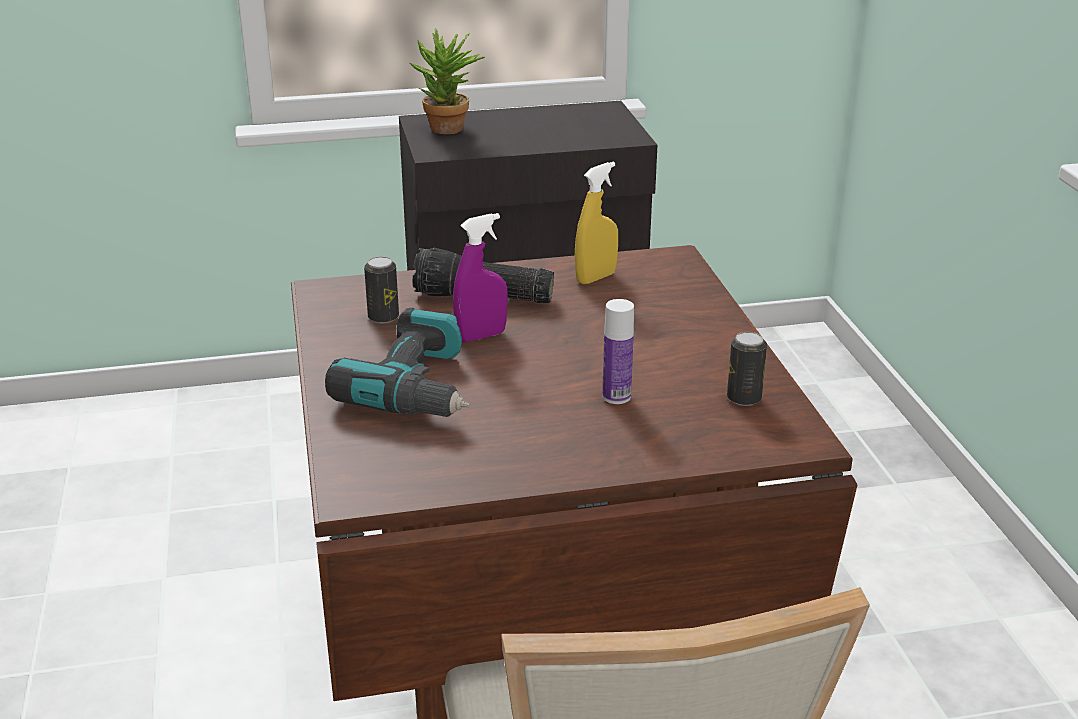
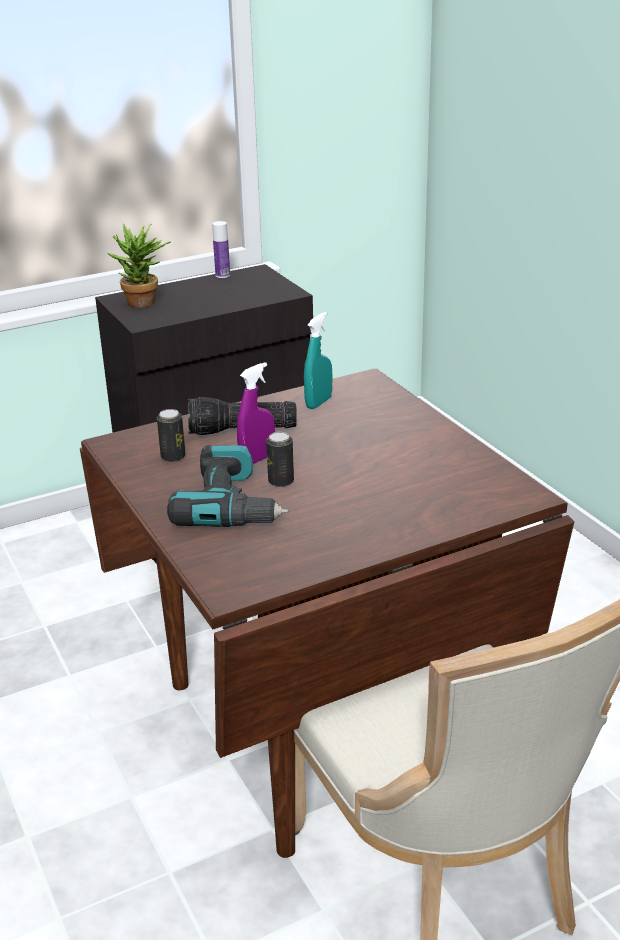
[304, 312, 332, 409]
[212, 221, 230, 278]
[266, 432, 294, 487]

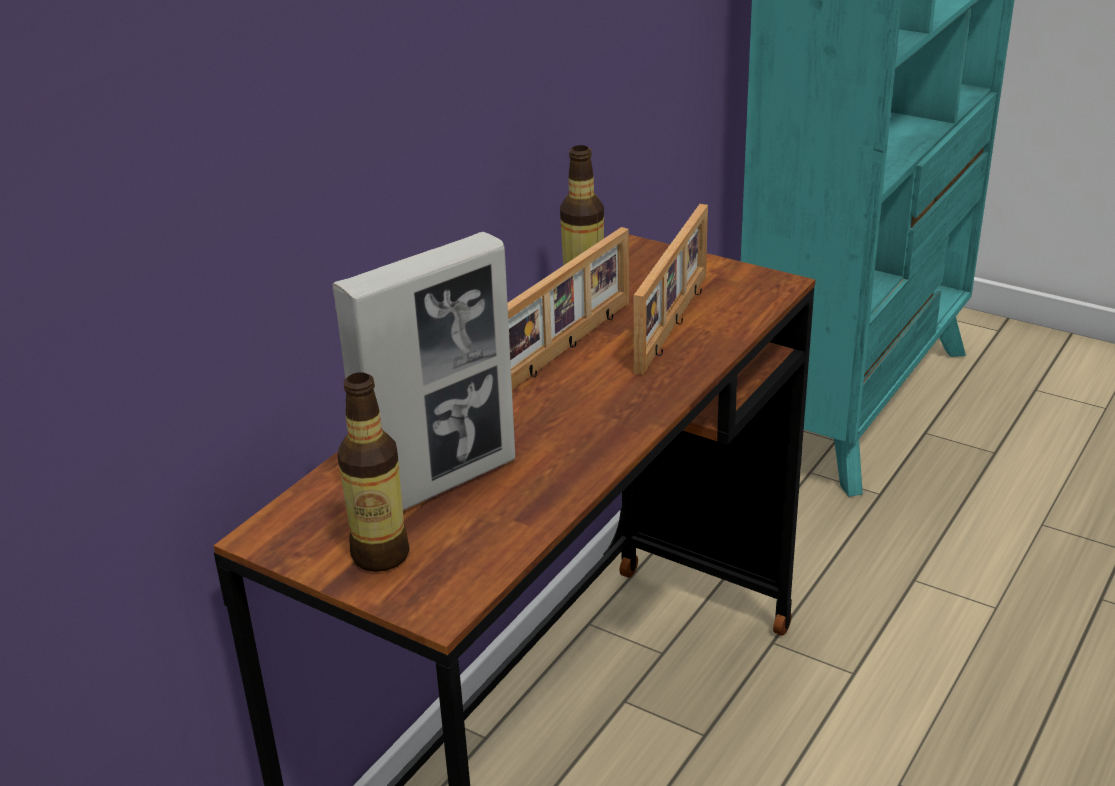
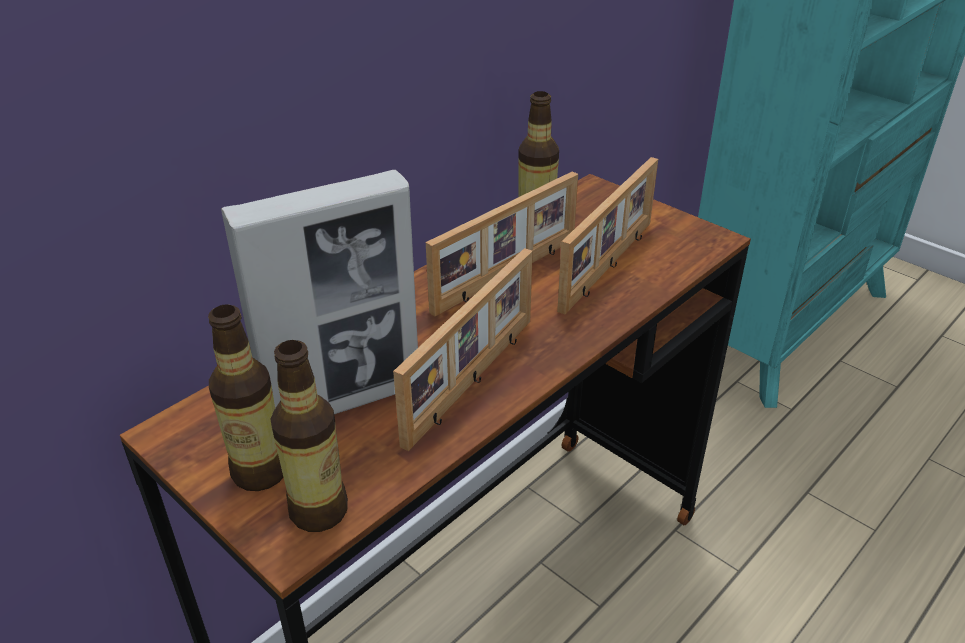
[393, 248, 533, 451]
[270, 340, 348, 532]

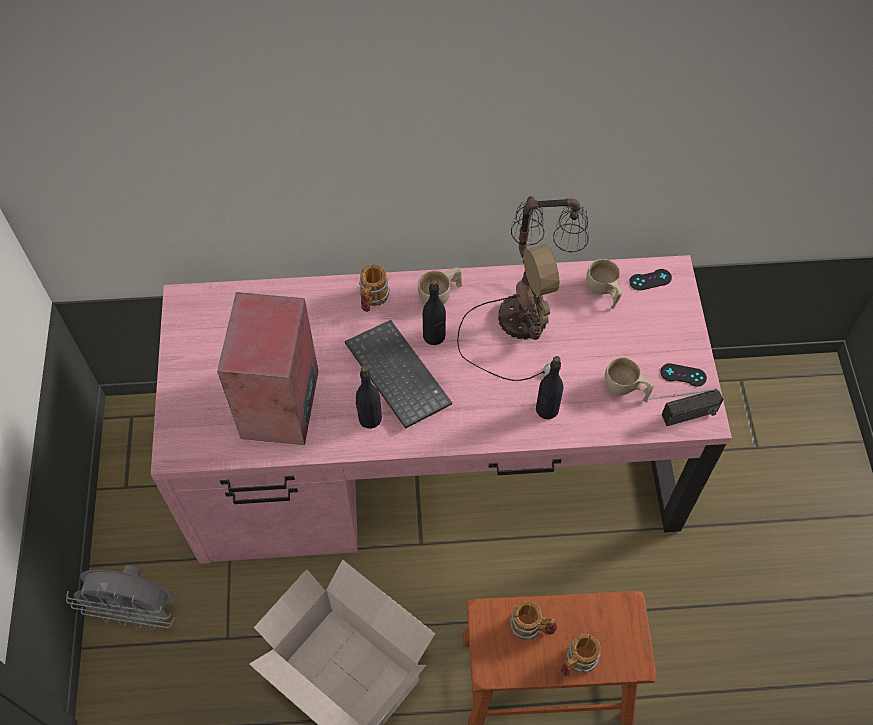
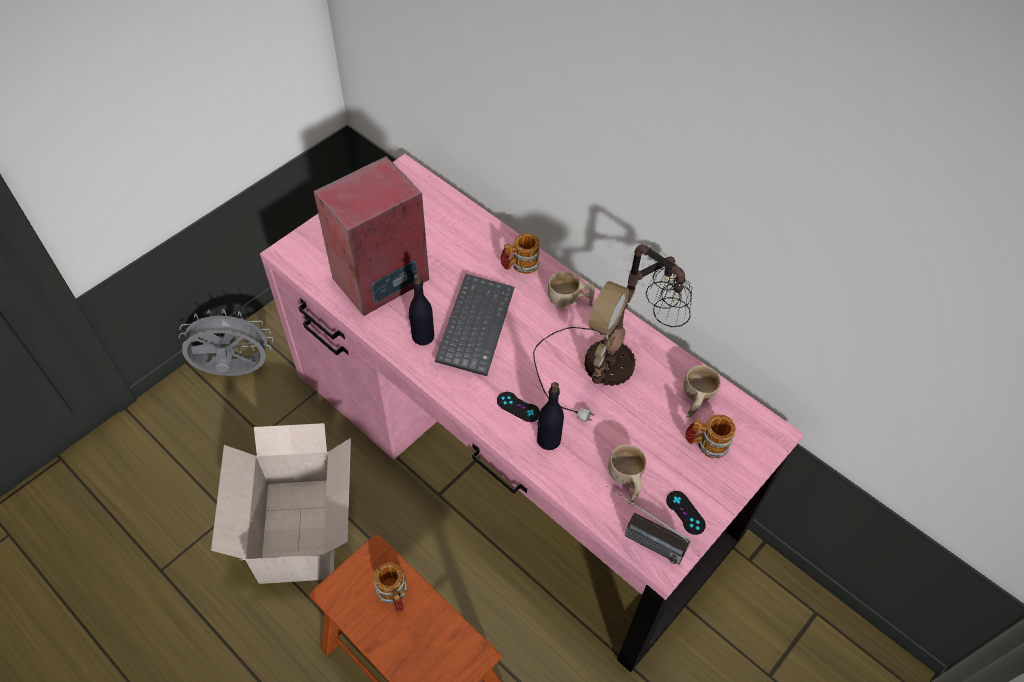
[497, 392, 540, 422]
[423, 279, 446, 345] (first image)
[178, 309, 273, 376]
[685, 415, 736, 459]

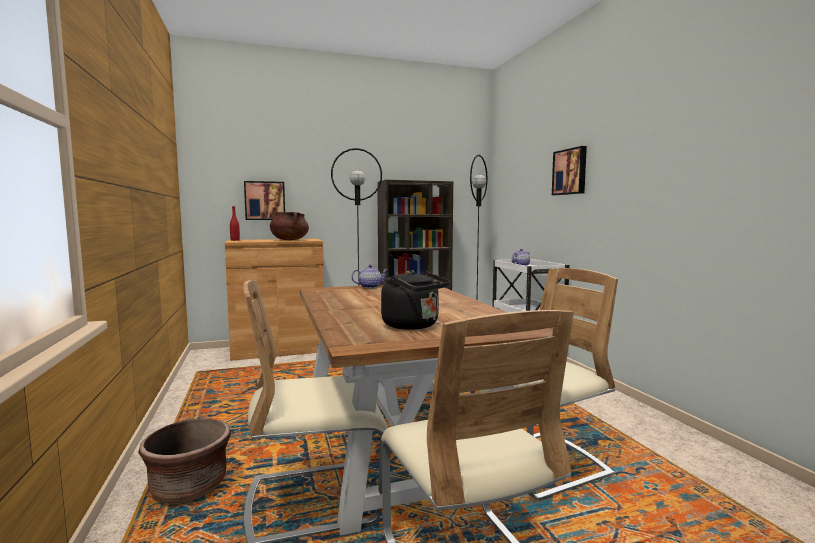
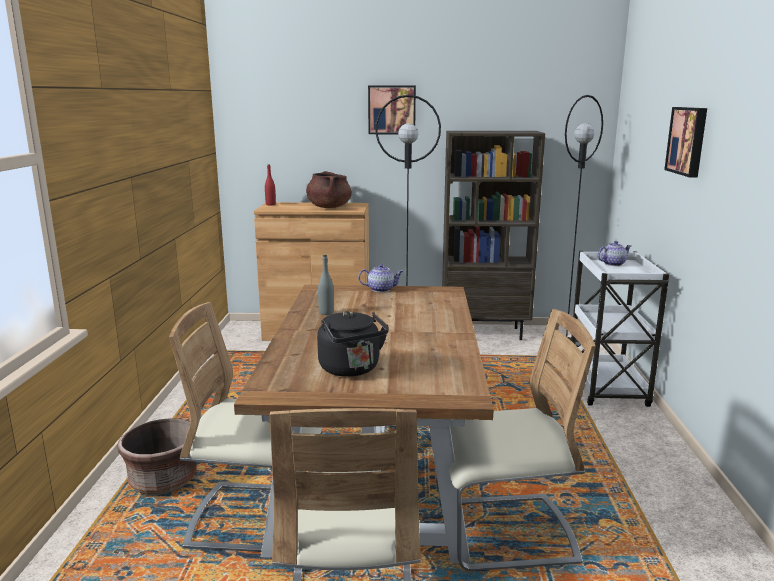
[368, 86, 416, 134]
[318, 255, 334, 315]

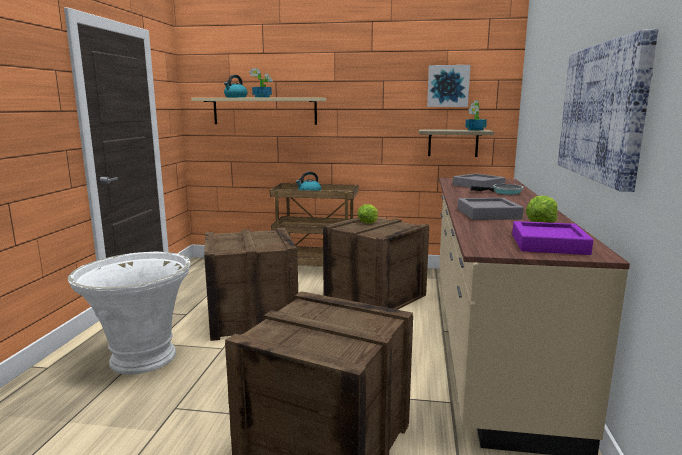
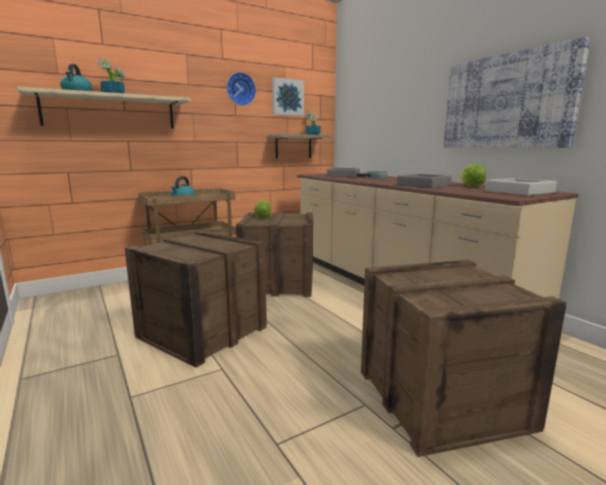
[485, 178, 557, 196]
[68, 252, 190, 375] (first image)
[227, 72, 256, 106]

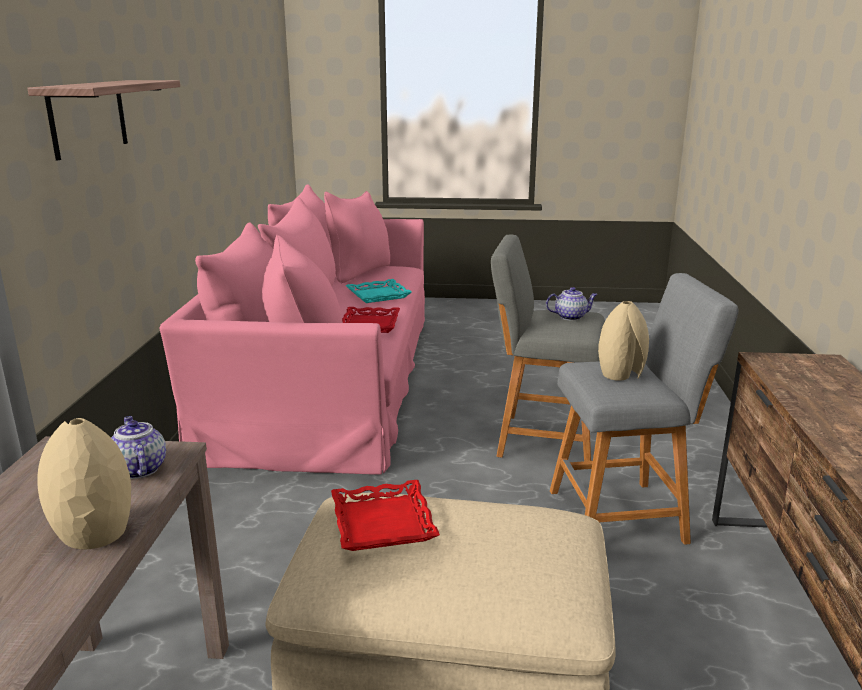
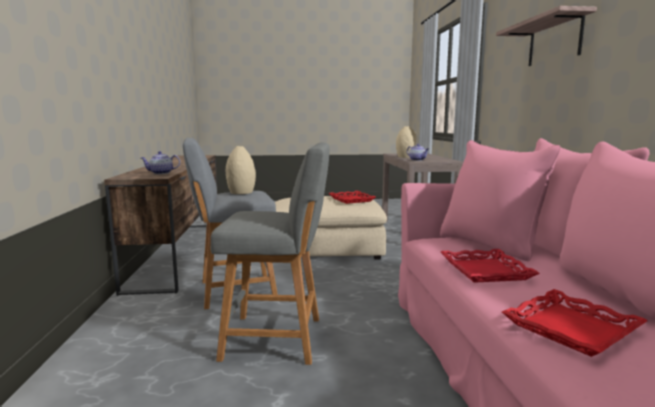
[502, 289, 648, 357]
[141, 151, 180, 174]

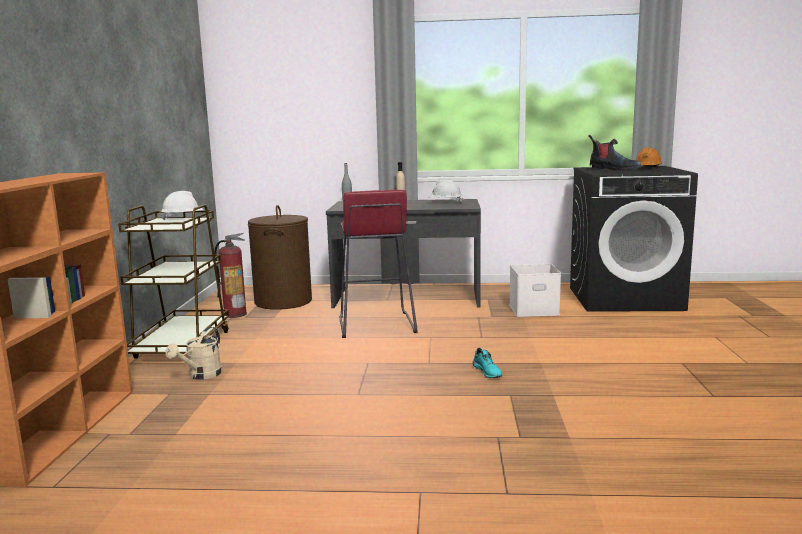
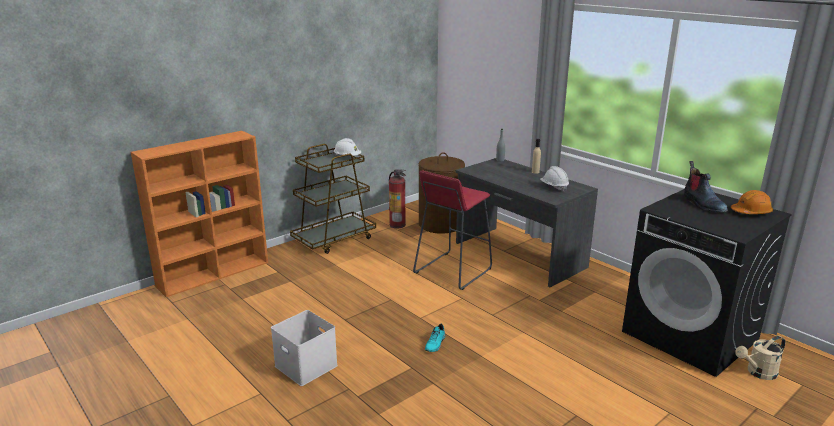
[271, 310, 338, 386]
[735, 336, 785, 380]

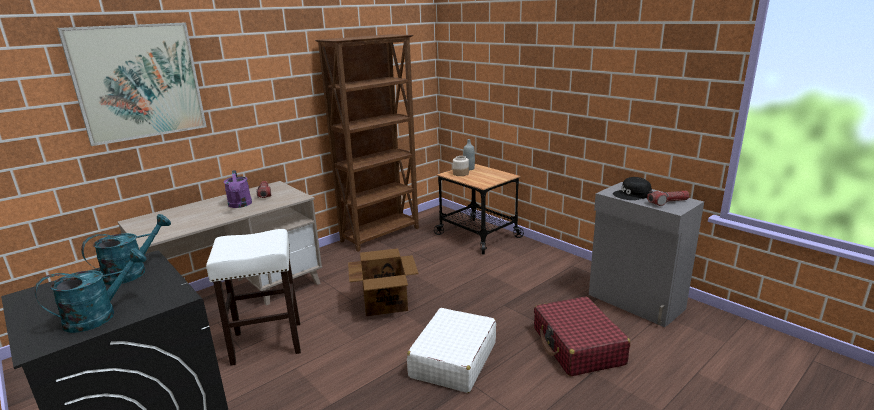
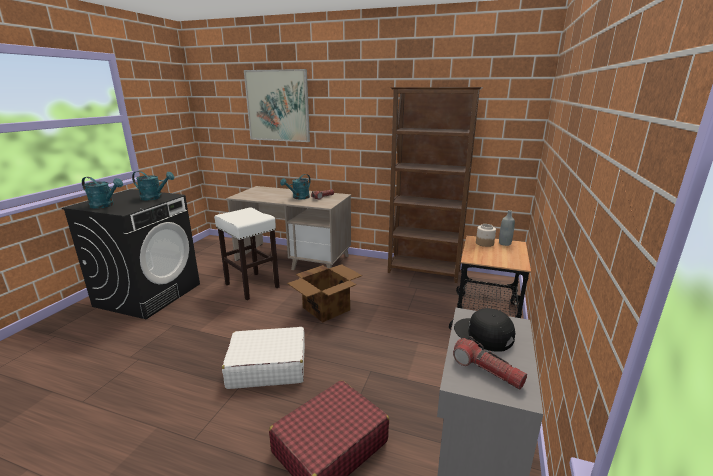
[280, 174, 311, 199]

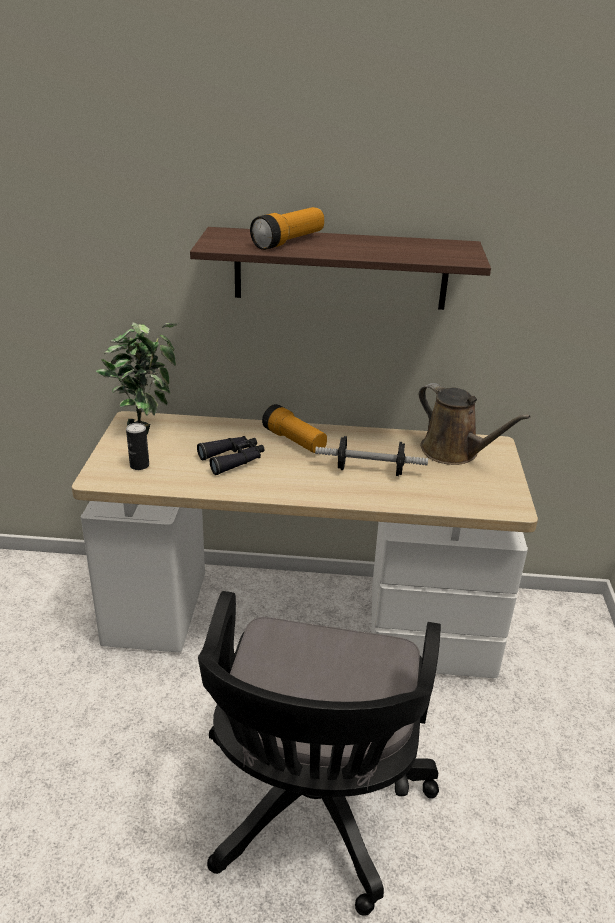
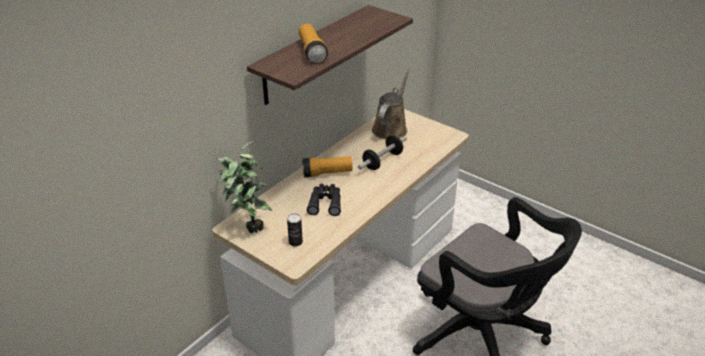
[372, 68, 410, 140]

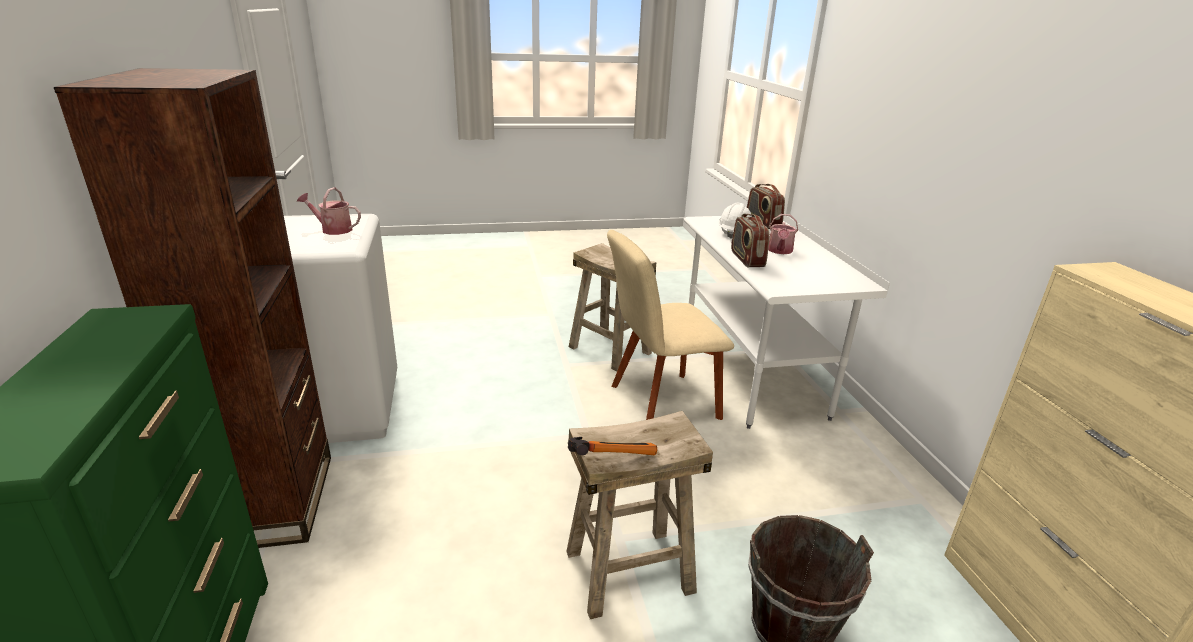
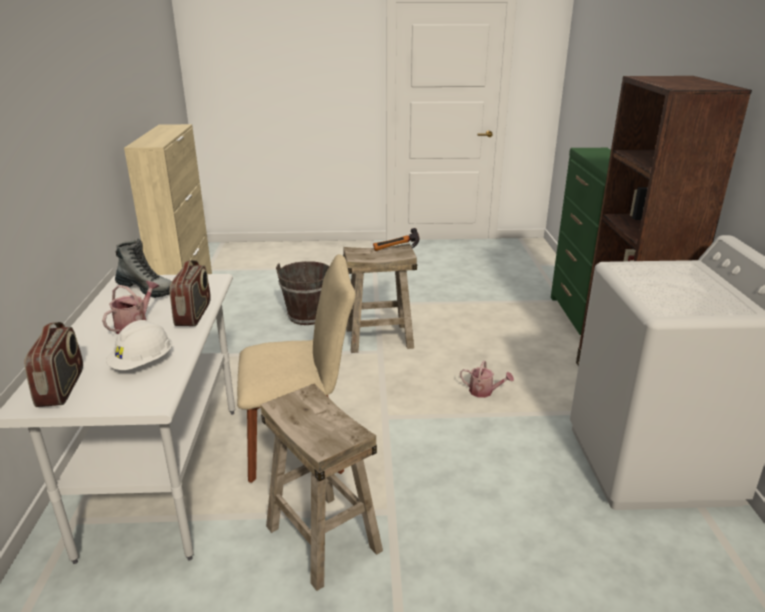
[460, 360, 514, 398]
[115, 239, 172, 298]

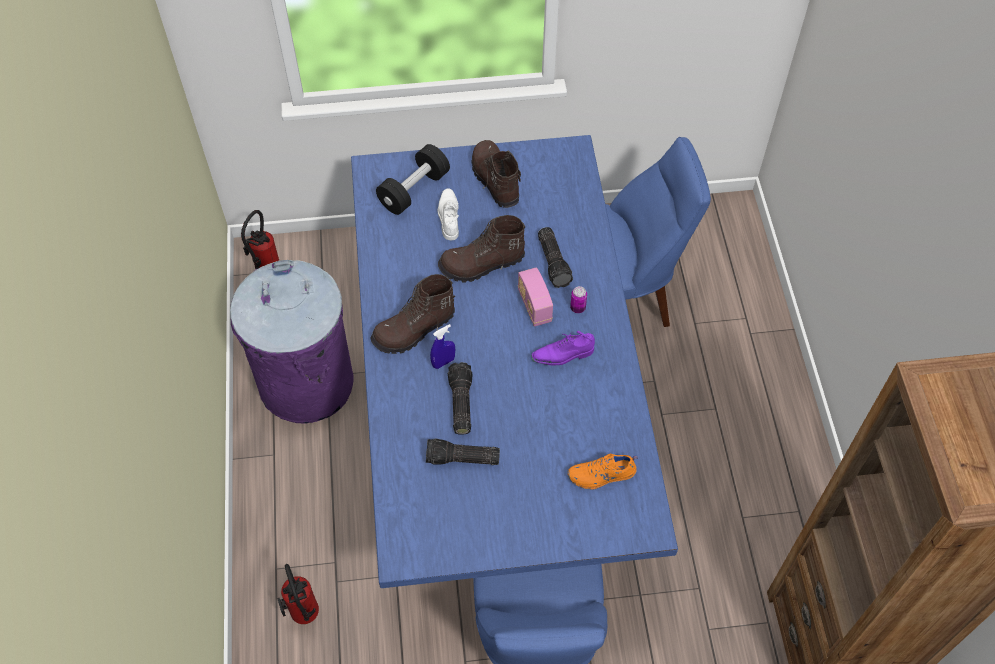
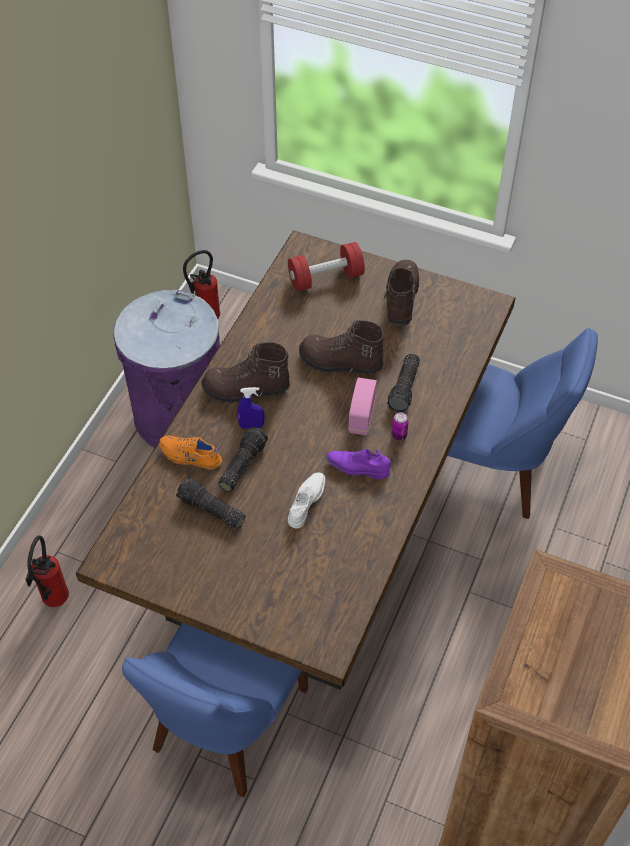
[76, 230, 515, 690]
[288, 242, 365, 292]
[288, 472, 325, 528]
[160, 435, 222, 470]

